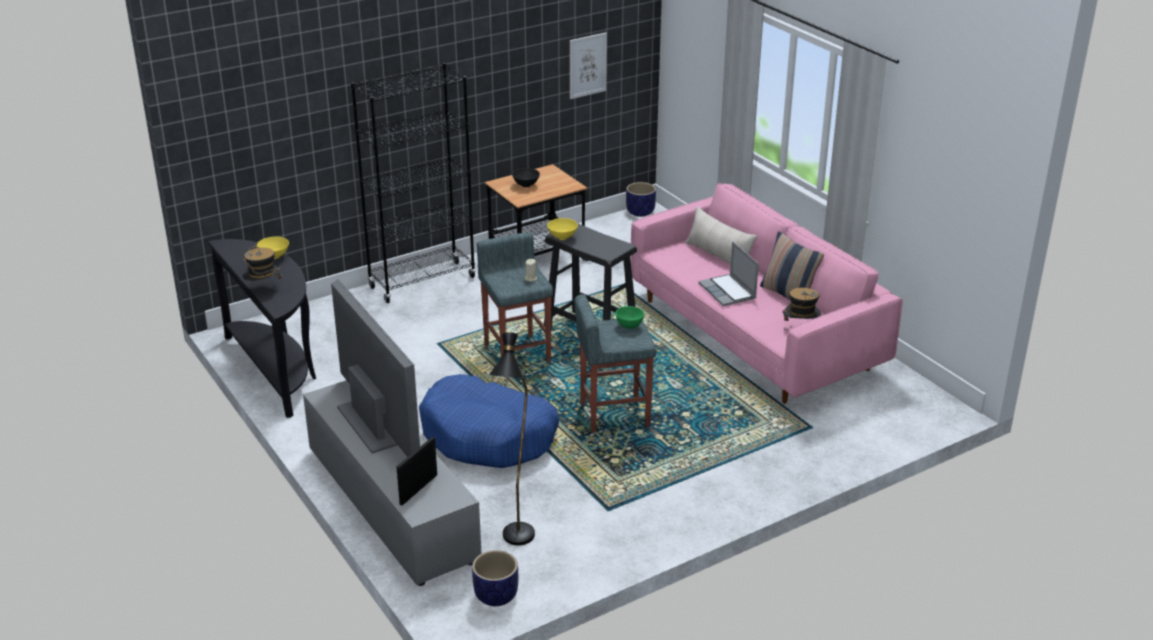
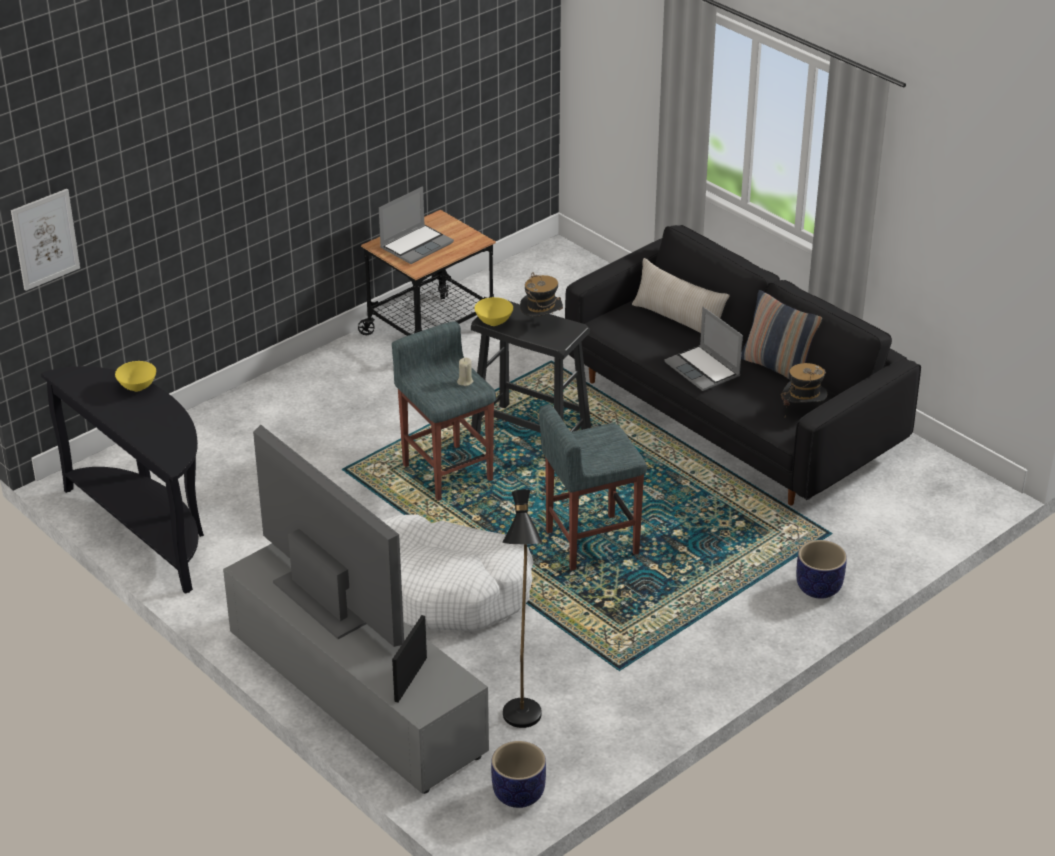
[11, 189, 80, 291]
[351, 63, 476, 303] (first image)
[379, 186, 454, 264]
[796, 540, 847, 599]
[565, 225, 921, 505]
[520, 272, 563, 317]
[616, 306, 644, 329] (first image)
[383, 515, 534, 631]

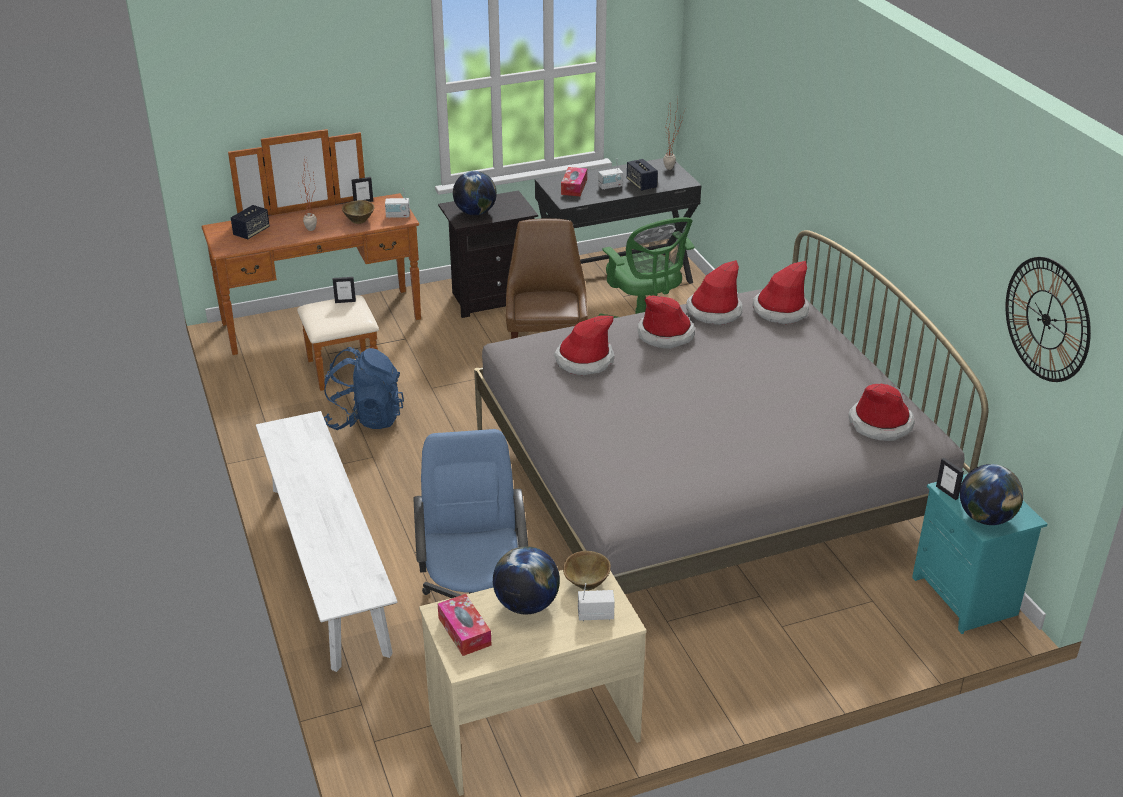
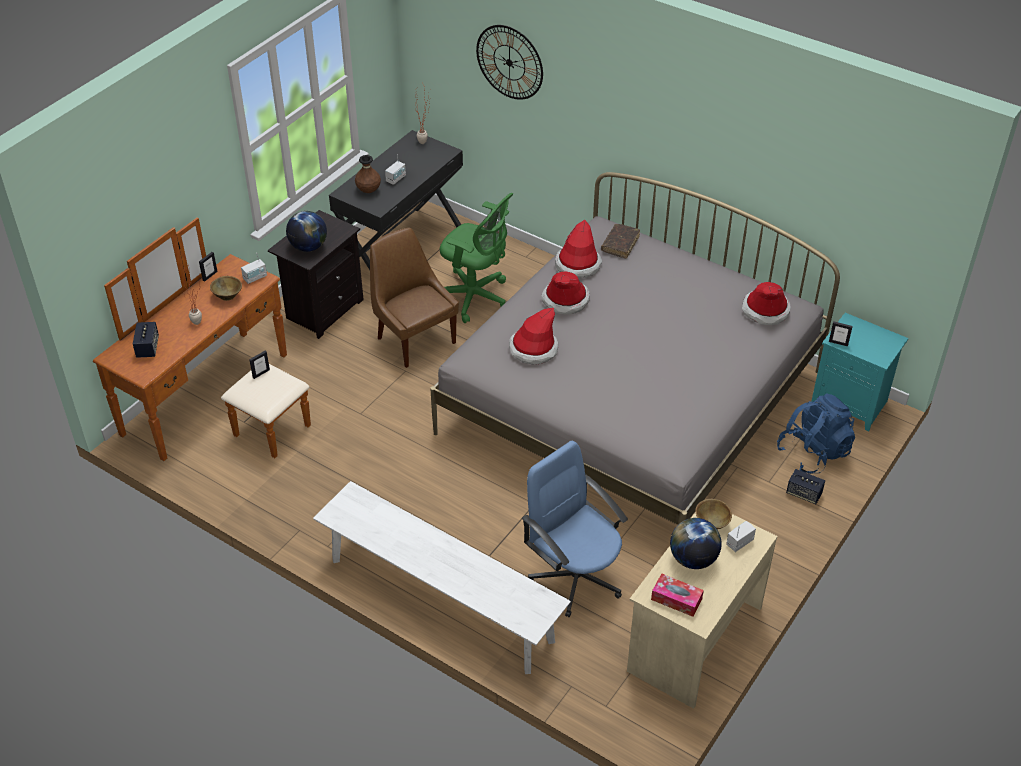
[786, 469, 825, 504]
[355, 155, 381, 193]
[476, 25, 543, 100]
[601, 224, 640, 258]
[777, 393, 855, 473]
[960, 464, 1023, 525] (first image)

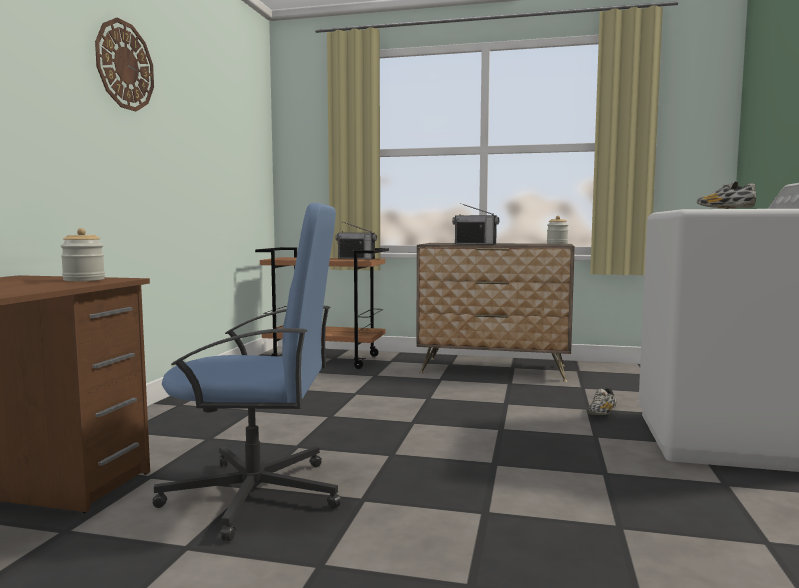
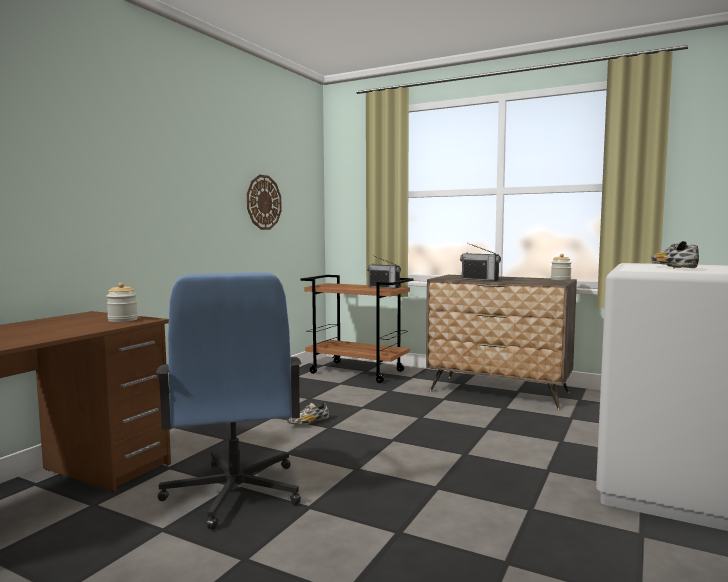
[247, 175, 282, 230]
[156, 272, 302, 530]
[288, 402, 329, 425]

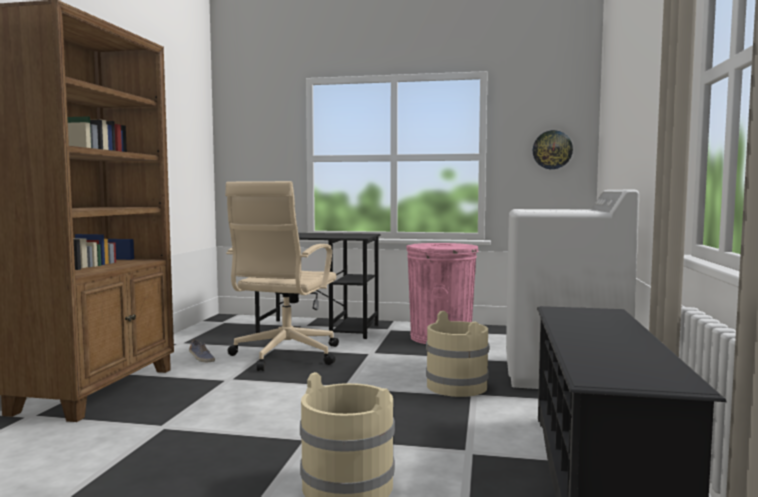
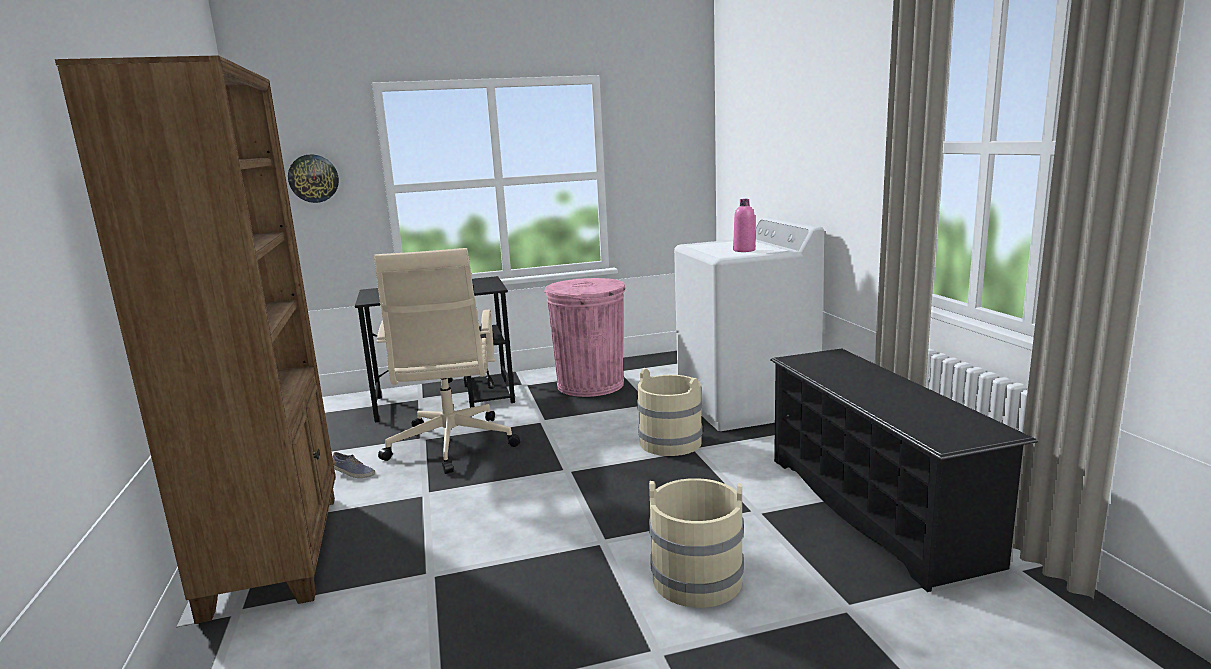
[288, 154, 339, 203]
[733, 199, 756, 252]

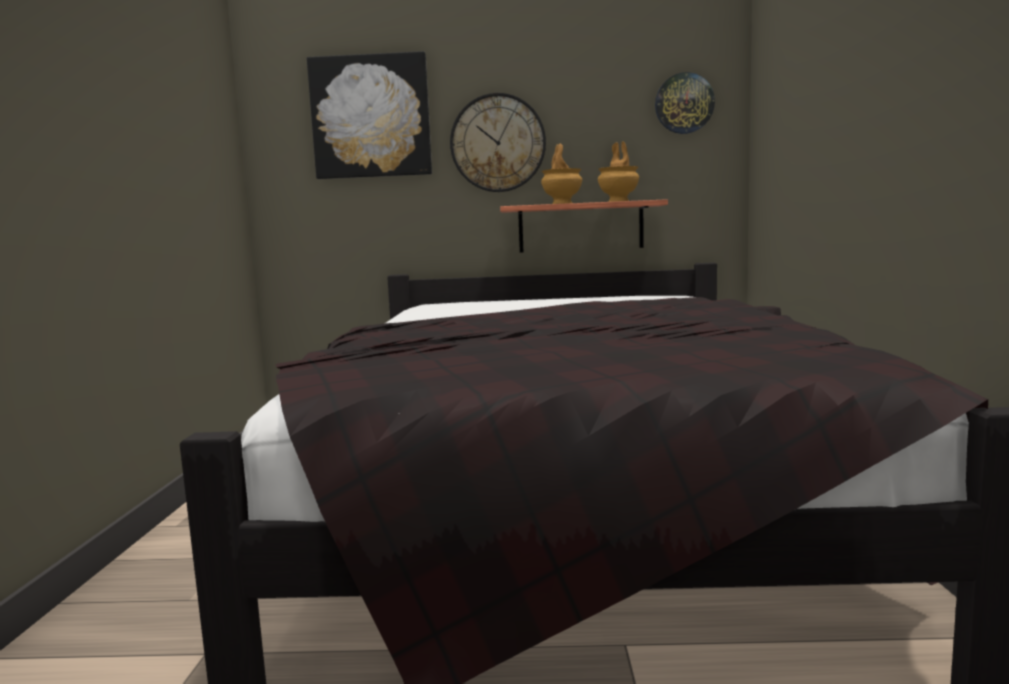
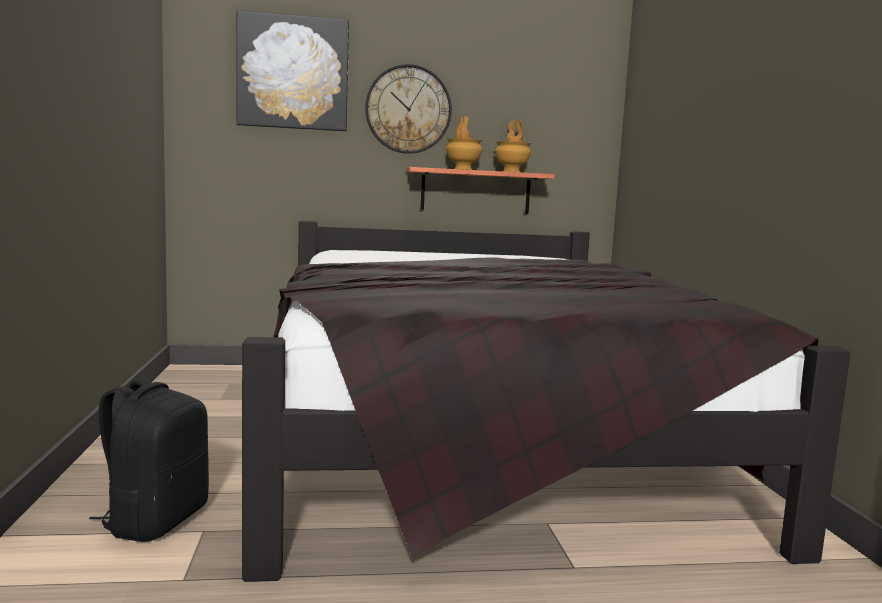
[655, 72, 715, 134] (first image)
[89, 378, 209, 542]

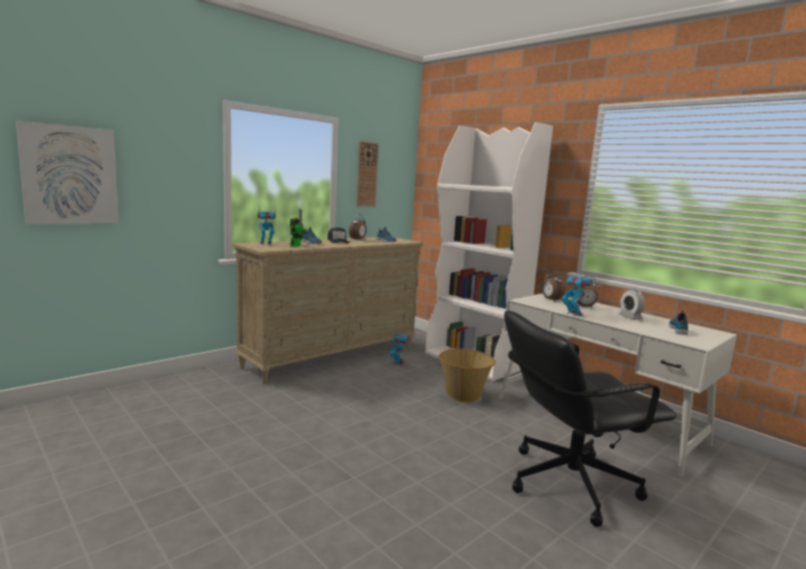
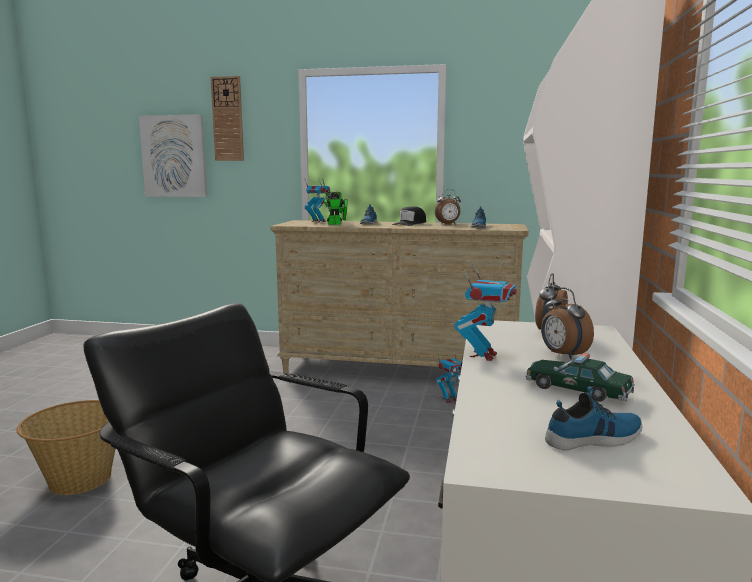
[211, 76, 244, 161]
[526, 353, 635, 402]
[16, 400, 115, 495]

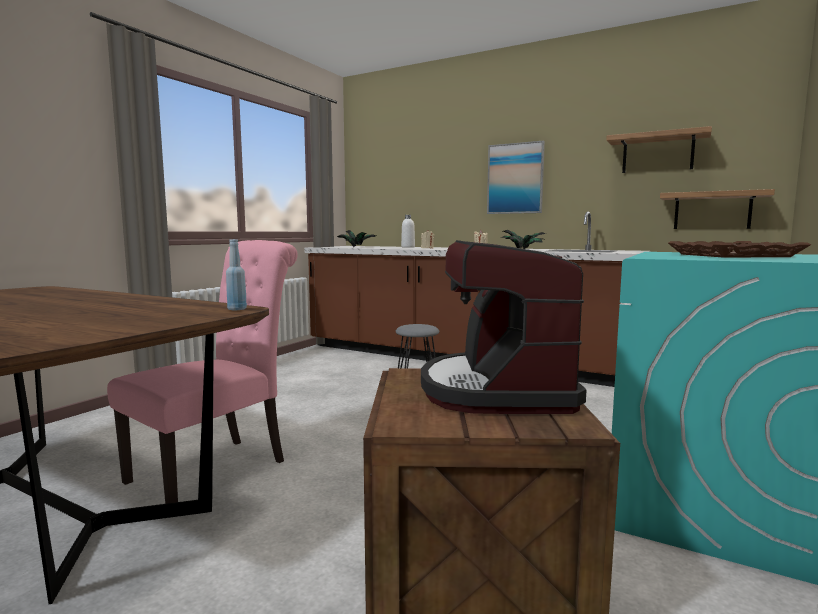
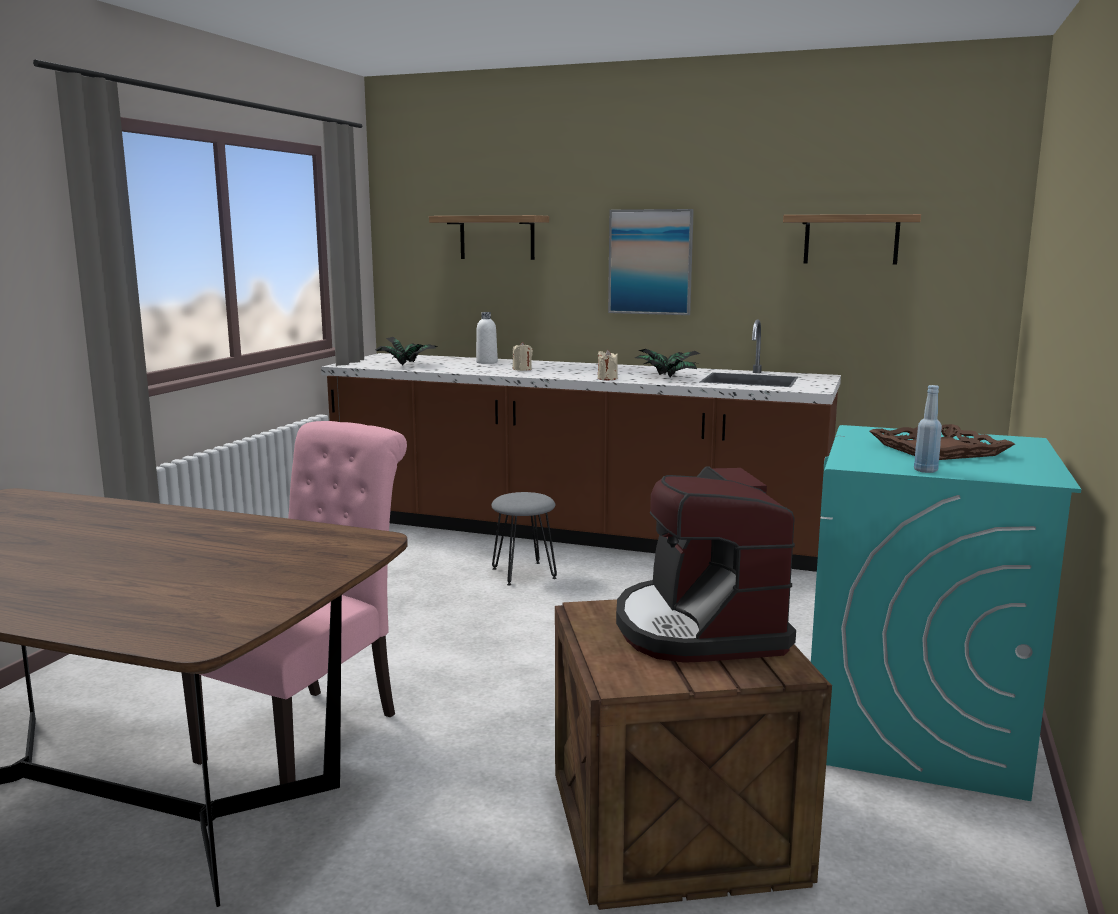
[429, 215, 549, 260]
[914, 385, 942, 473]

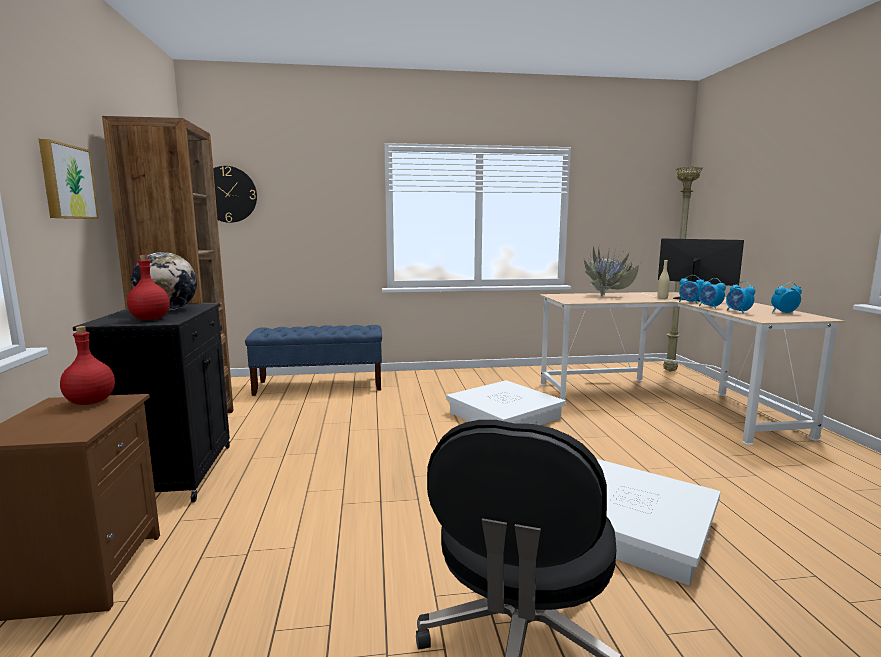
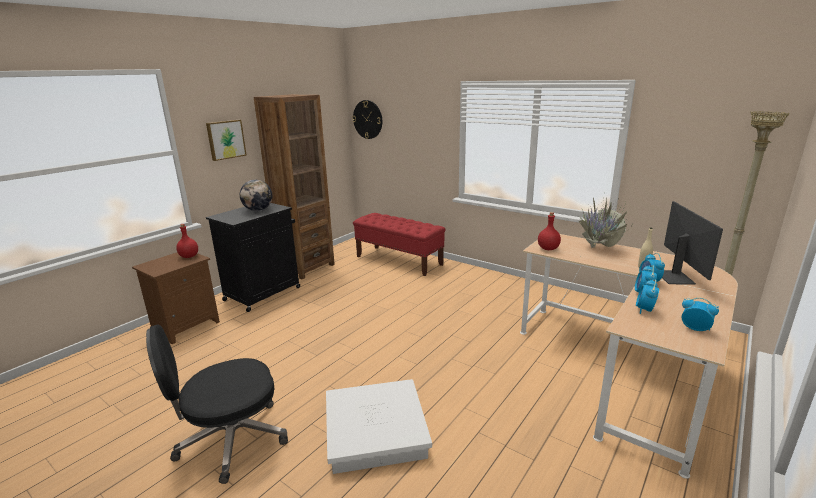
[538, 212, 561, 250]
[353, 213, 446, 276]
[446, 380, 566, 425] (first image)

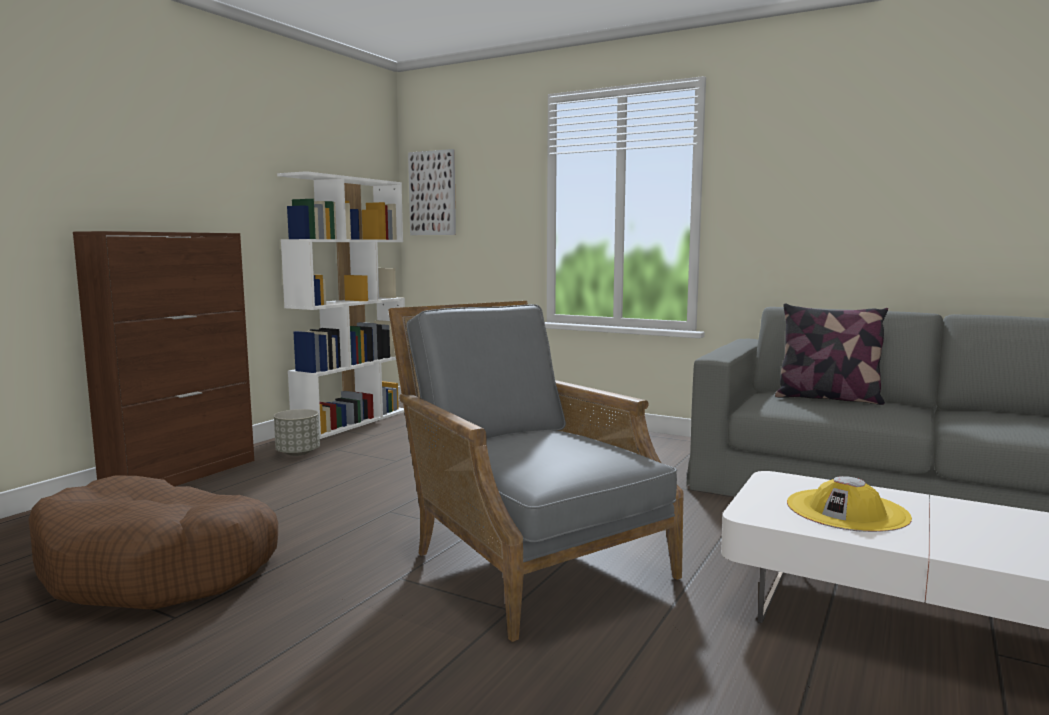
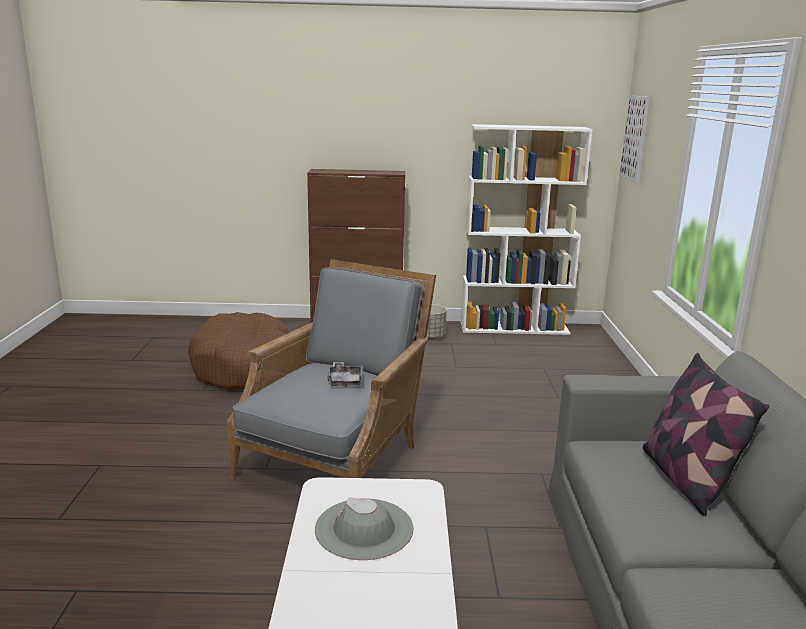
[315, 497, 413, 560]
[327, 362, 363, 387]

